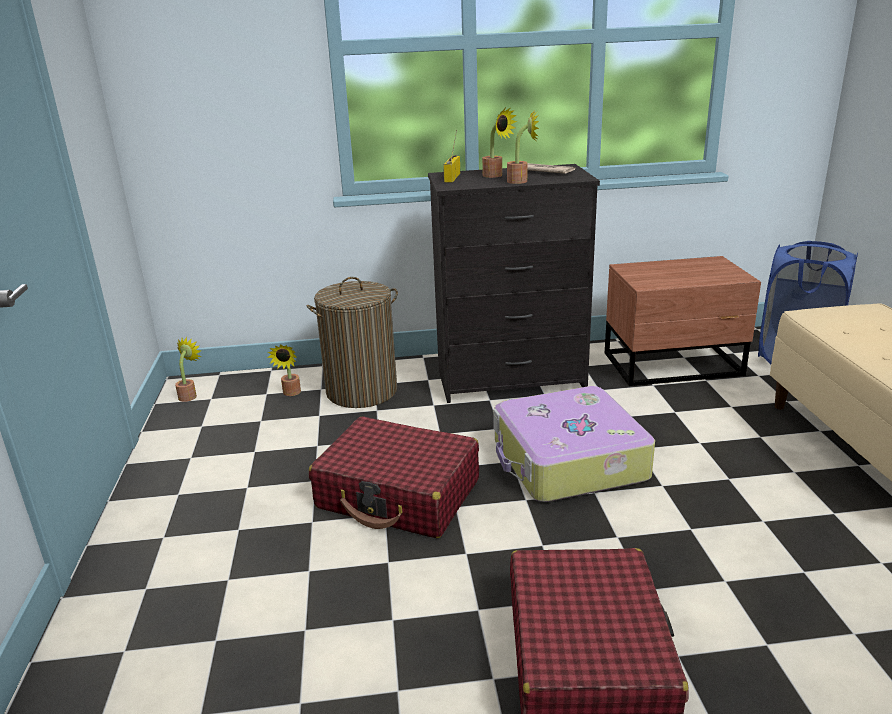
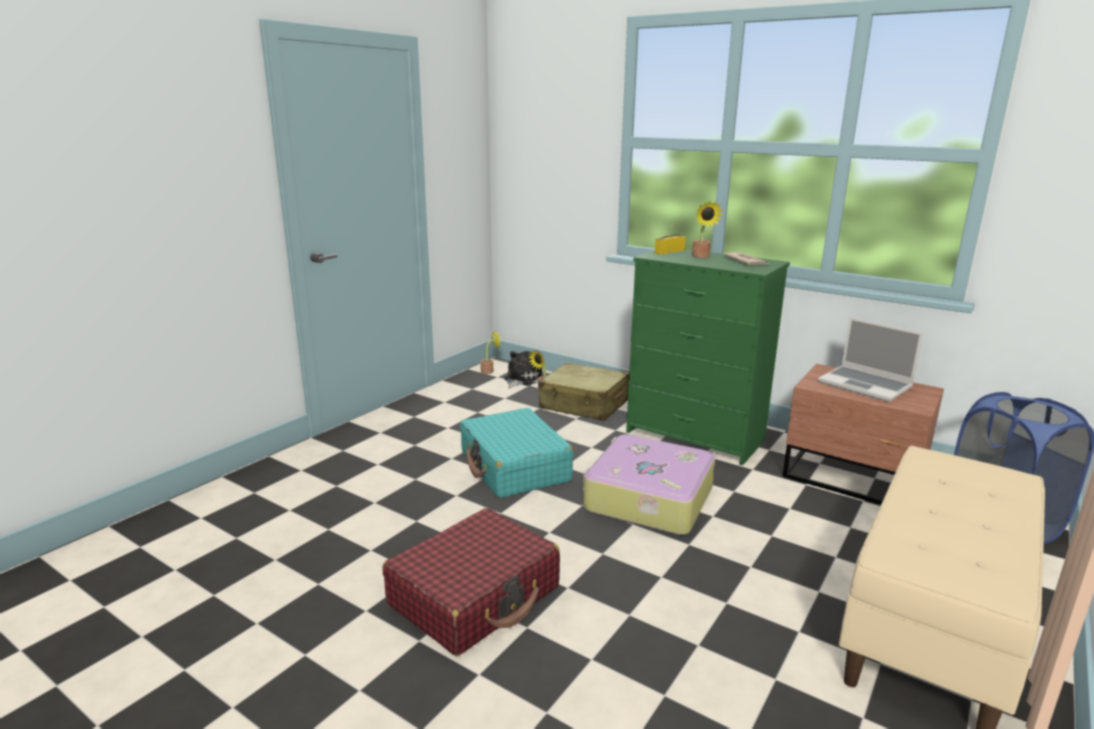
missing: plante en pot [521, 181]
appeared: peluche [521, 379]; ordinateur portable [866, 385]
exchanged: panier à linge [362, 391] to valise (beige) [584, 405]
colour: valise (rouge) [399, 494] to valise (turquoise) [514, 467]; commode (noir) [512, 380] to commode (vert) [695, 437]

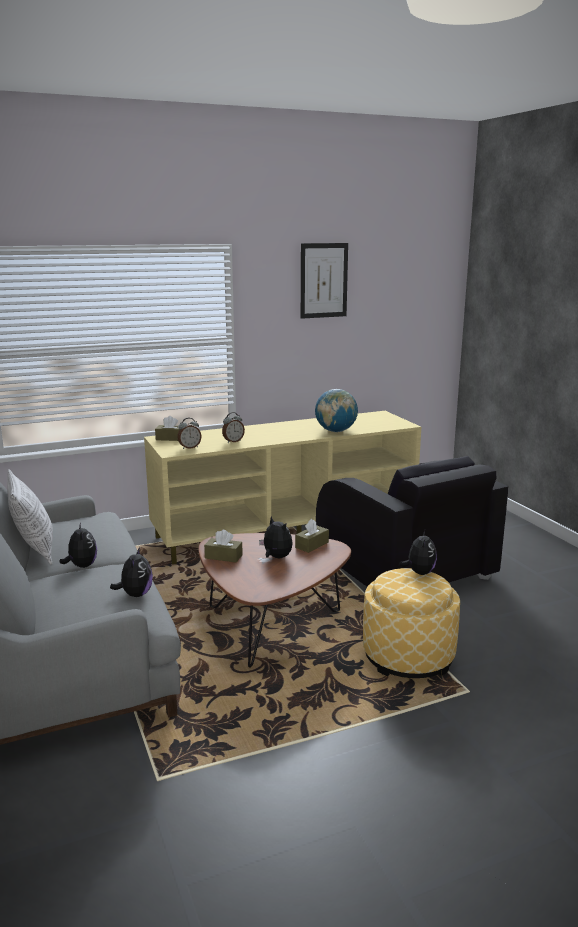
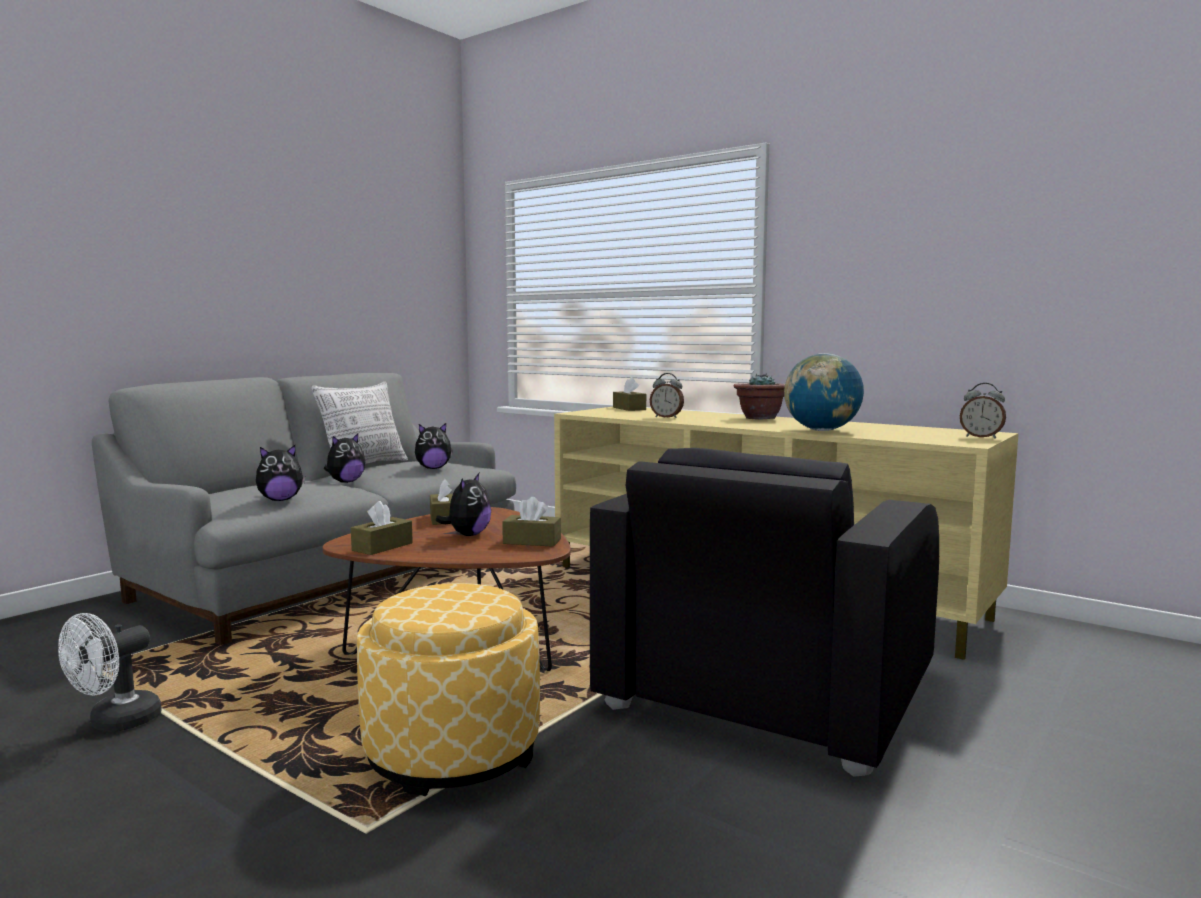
missing: tableau [323, 280]
appeared: ventilateur (blanc) [115, 723]; boîte à mouchoirs (marron) [382, 547]; plante en pot [760, 418]
relocated: peluche [419, 572] to [433, 468]; réveil [189, 447] to [981, 437]

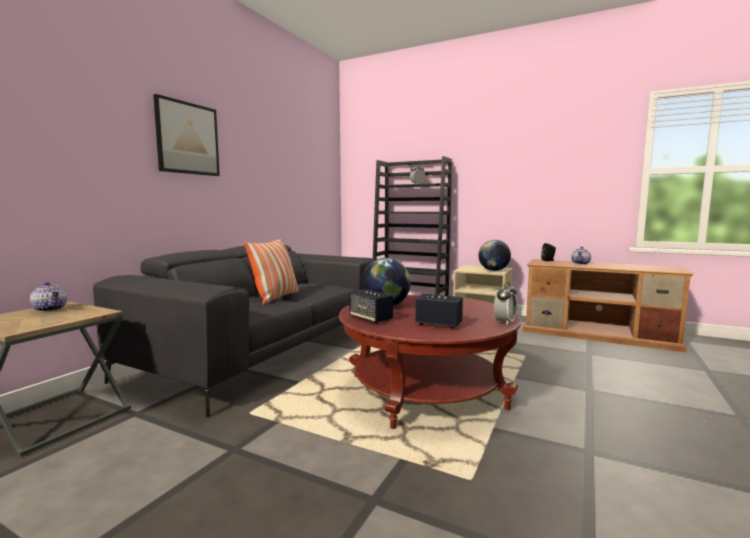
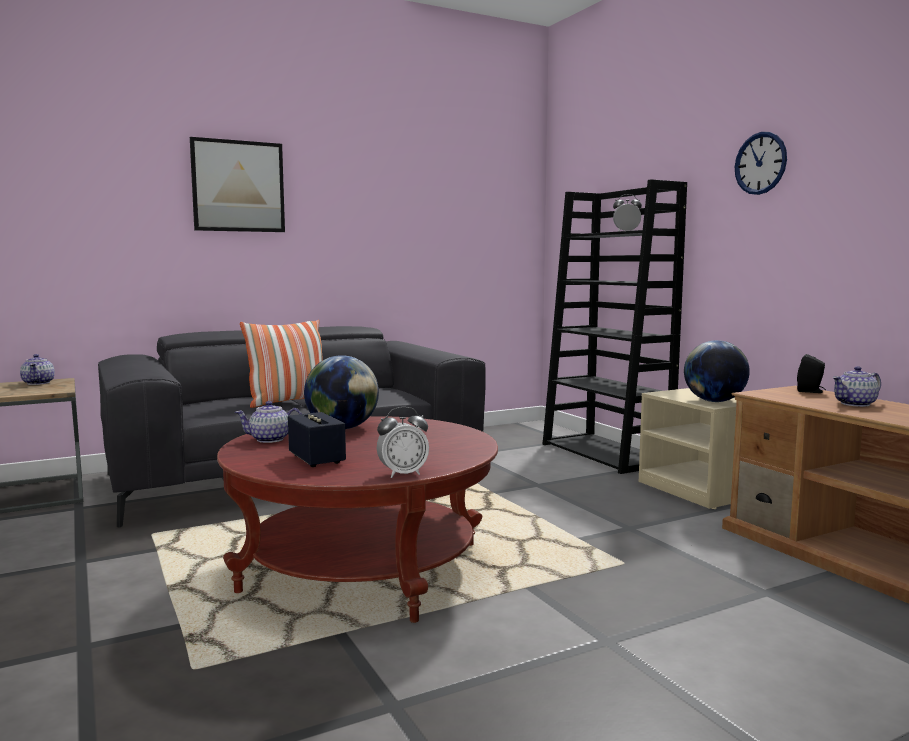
appeared: horloge murale [760, 163]
exchanged: enceinte [370, 319] to théière [270, 439]

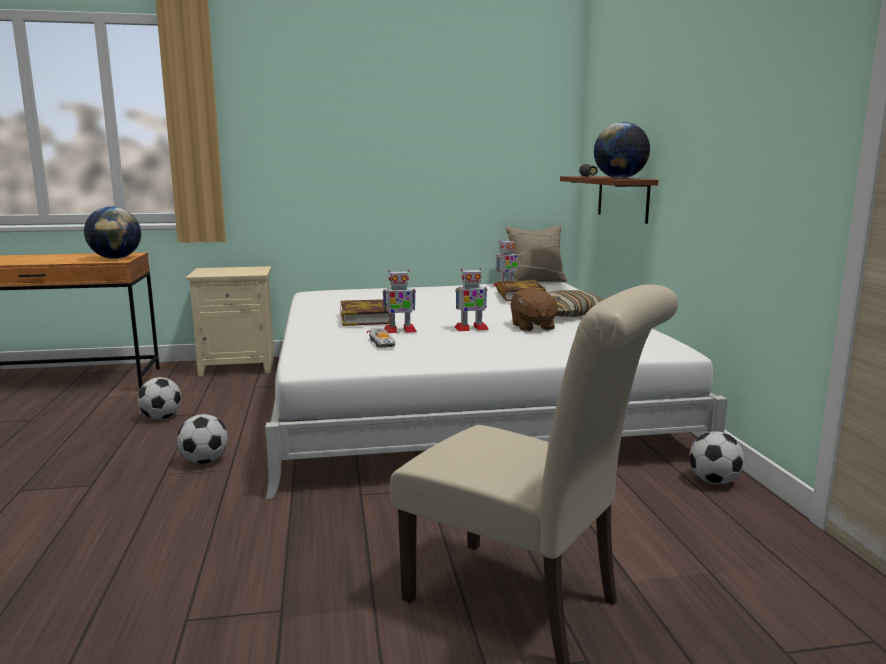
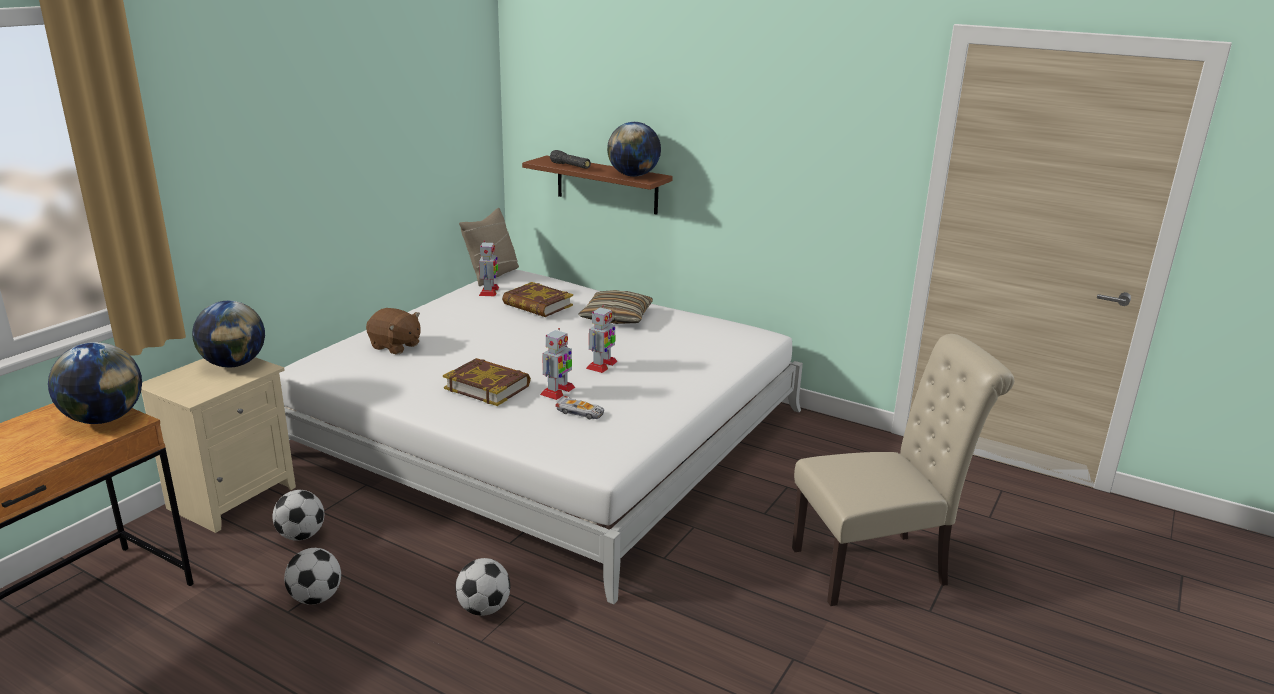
appeared: globe [234, 364]
relocated: ballon de foot [713, 481] to [301, 535]; peluche (marron) [532, 327] to [395, 346]

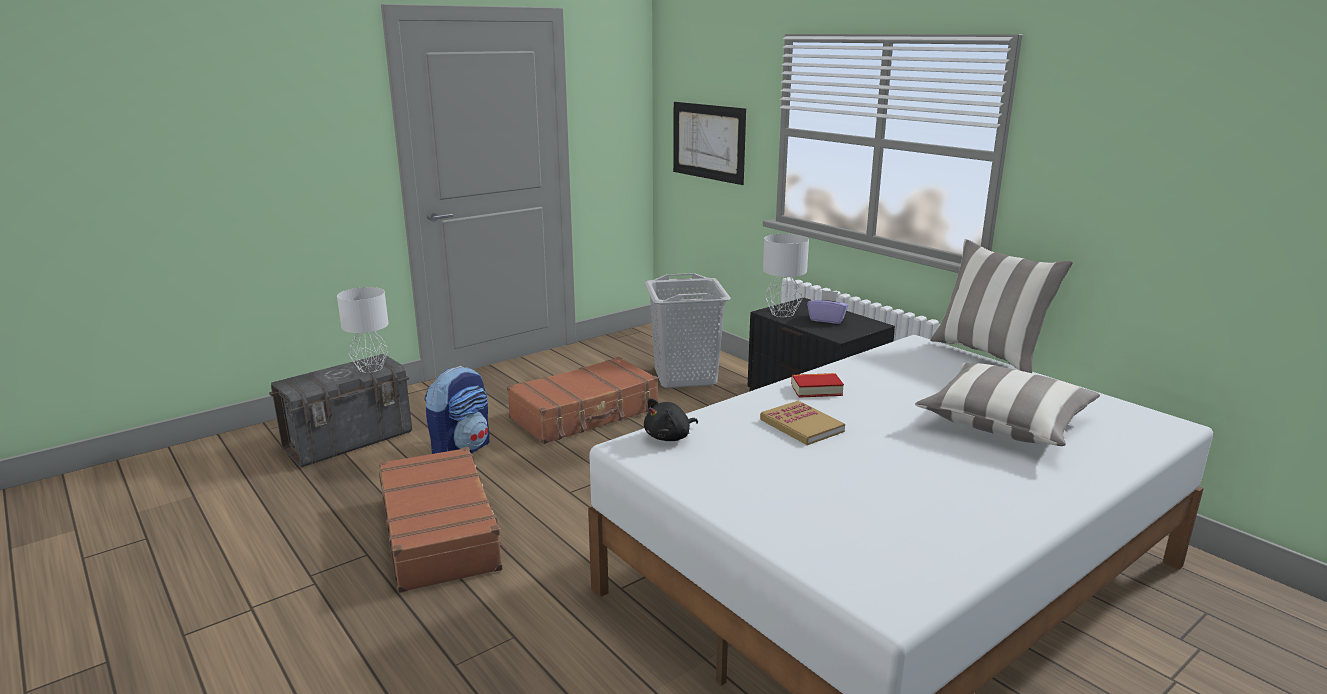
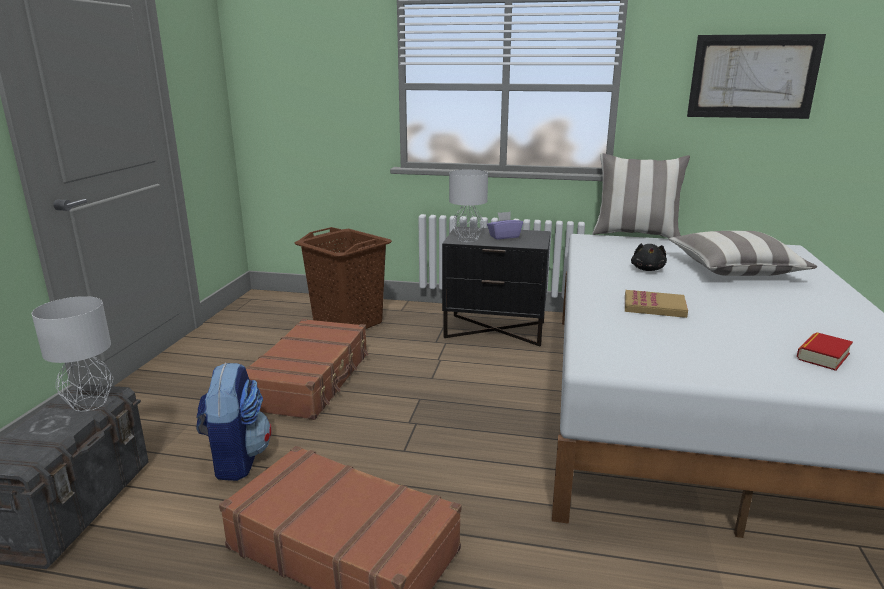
relocated: peluche (noir) [669, 437] to [647, 269]; tableau [708, 142] to [753, 77]; livre [816, 390] to [823, 356]
colour: panier à linge (gris) [685, 376] to panier à linge (marron) [348, 323]

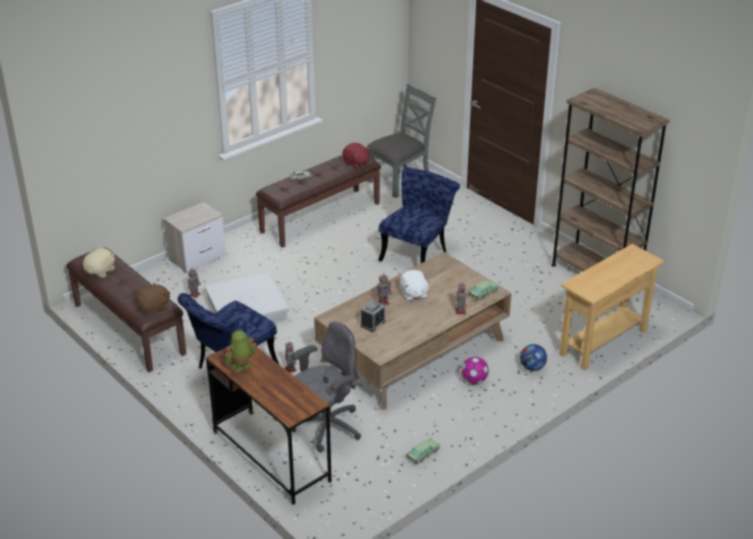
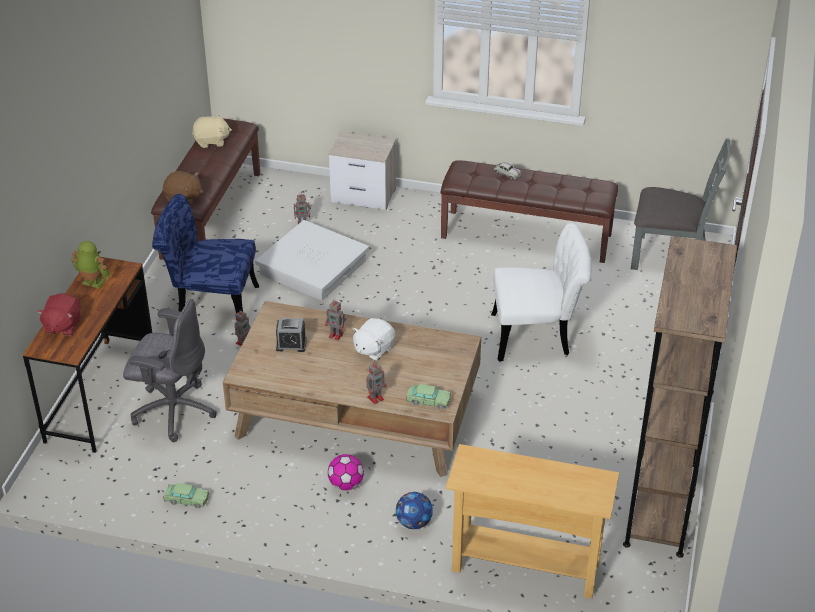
relocated: peluche (rouge) [356, 163] to [62, 326]
colour: chaise (bleu) [417, 254] to chaise (blanc) [538, 336]

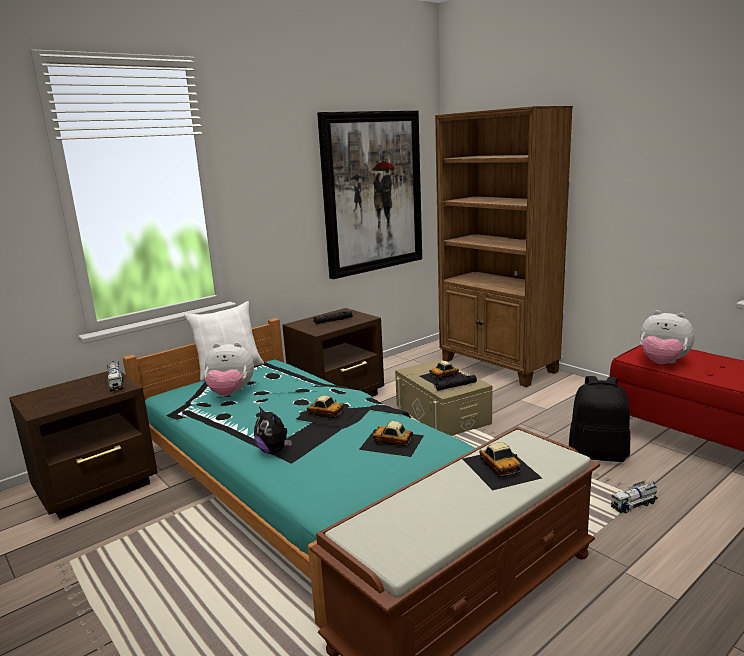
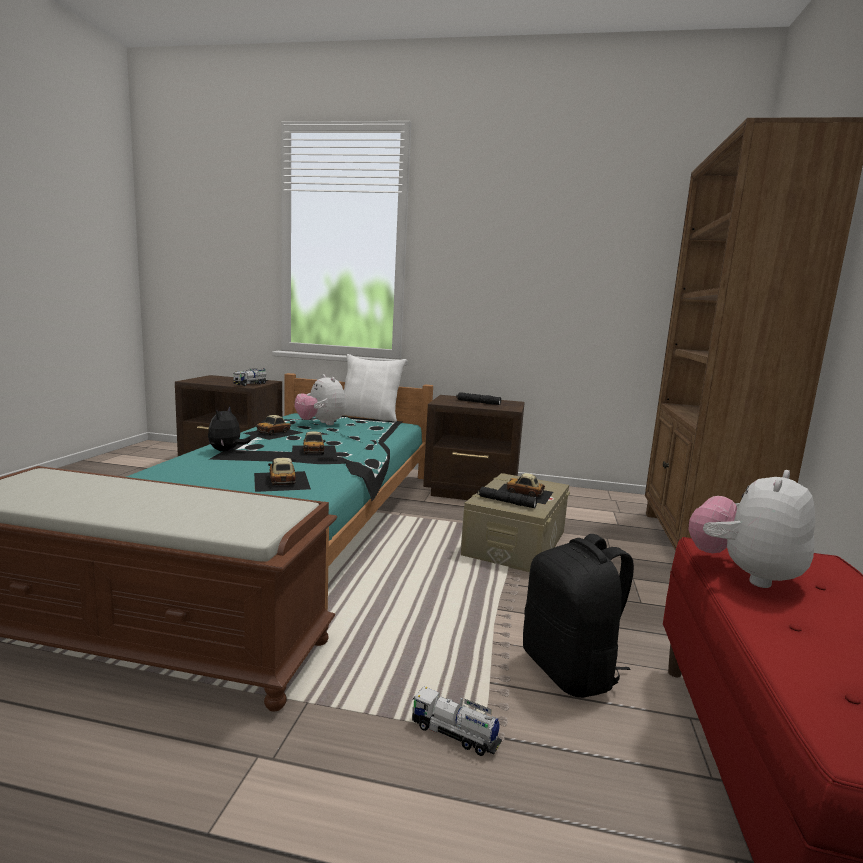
missing: tableau [372, 192]
relocated: petite voiture [500, 467] to [274, 432]
spun: peluche [662, 363] = [745, 574] 45 degrees clockwise

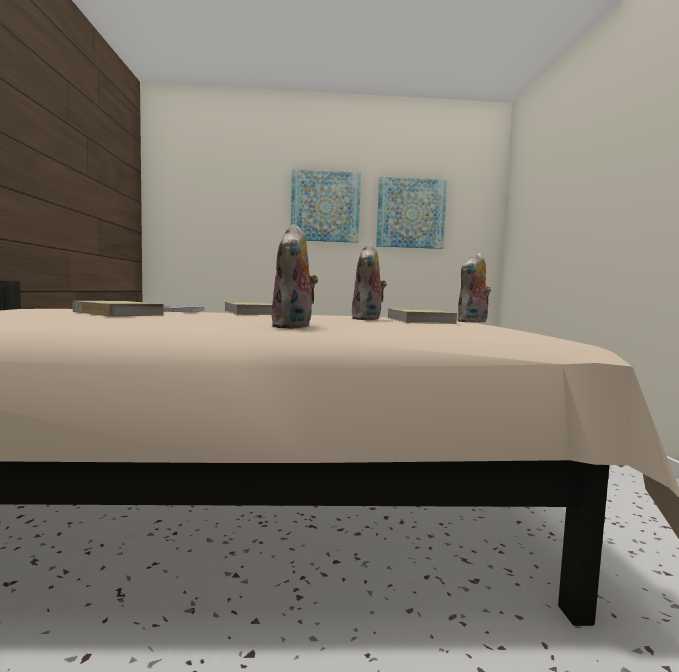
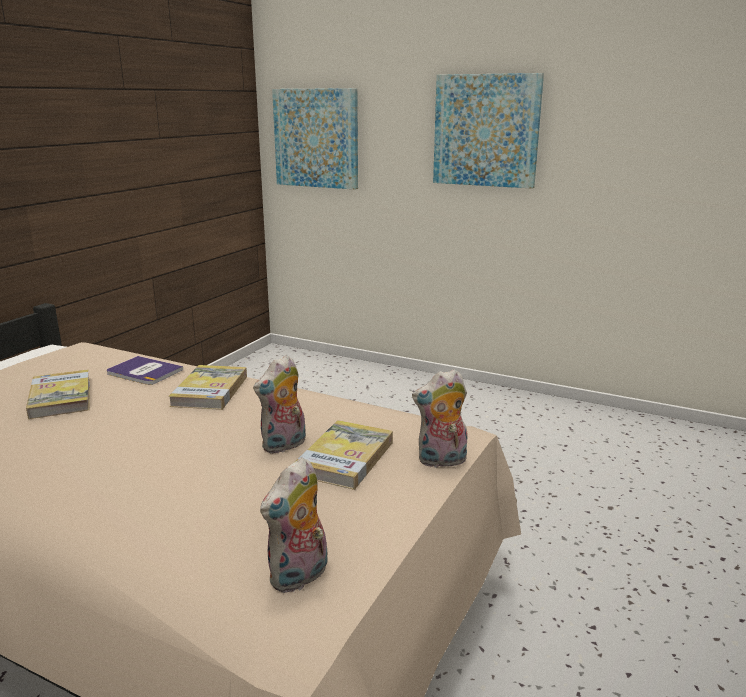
relocated: peluche [294, 327] to [300, 577]; tableau [410, 213] to [316, 138]

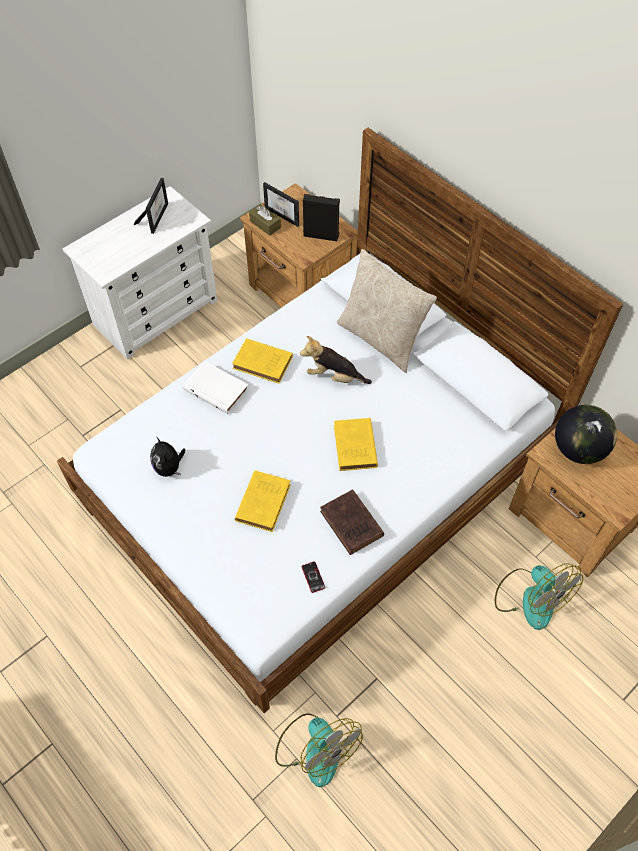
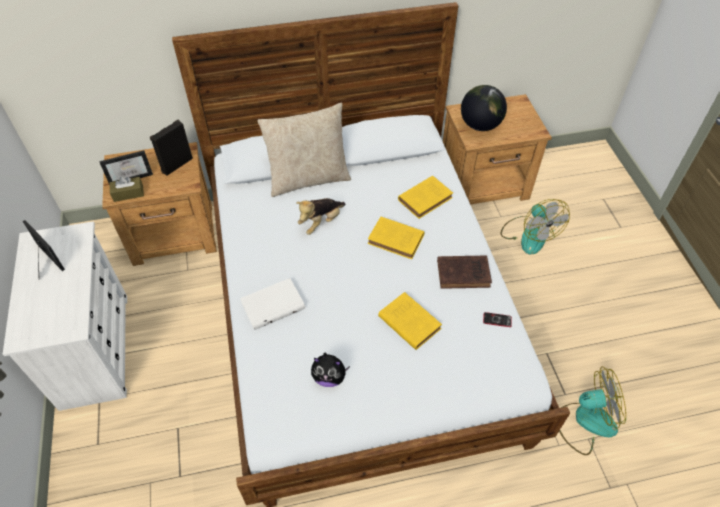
relocated: livre (jaune) [264, 363] to [426, 198]
spun: ventilateur [530, 598] = [529, 234] 75 degrees clockwise

